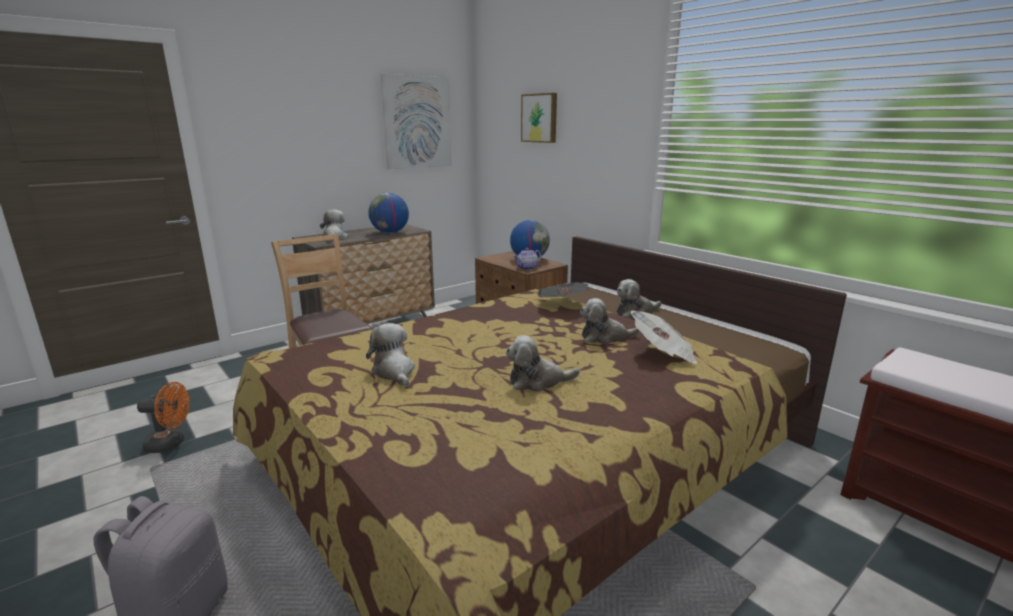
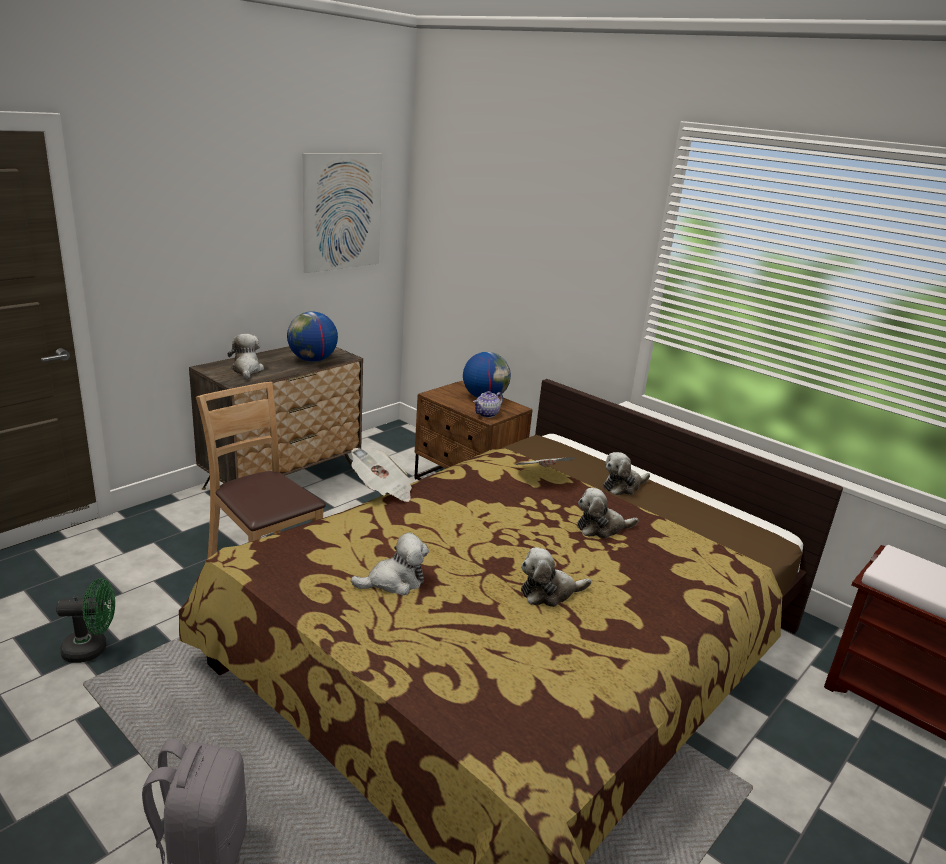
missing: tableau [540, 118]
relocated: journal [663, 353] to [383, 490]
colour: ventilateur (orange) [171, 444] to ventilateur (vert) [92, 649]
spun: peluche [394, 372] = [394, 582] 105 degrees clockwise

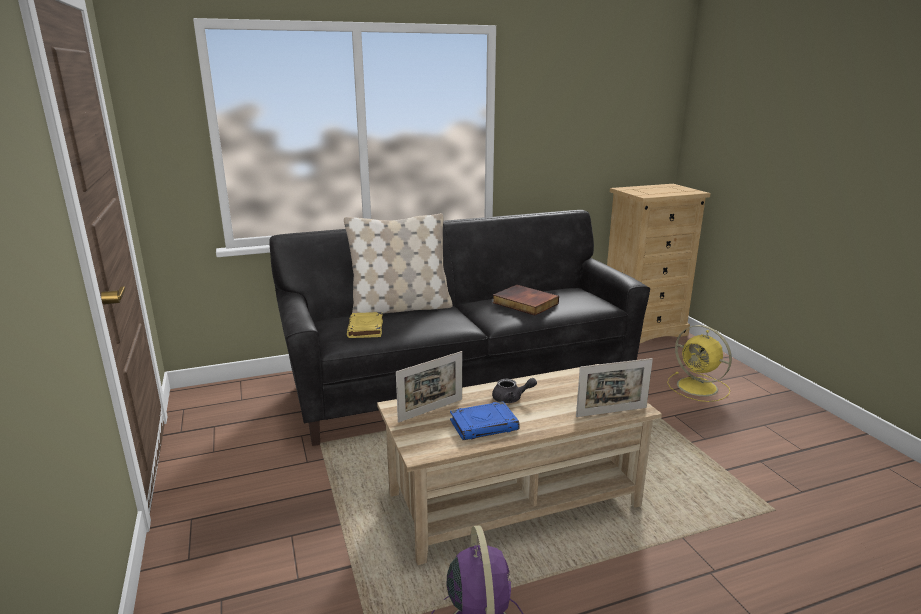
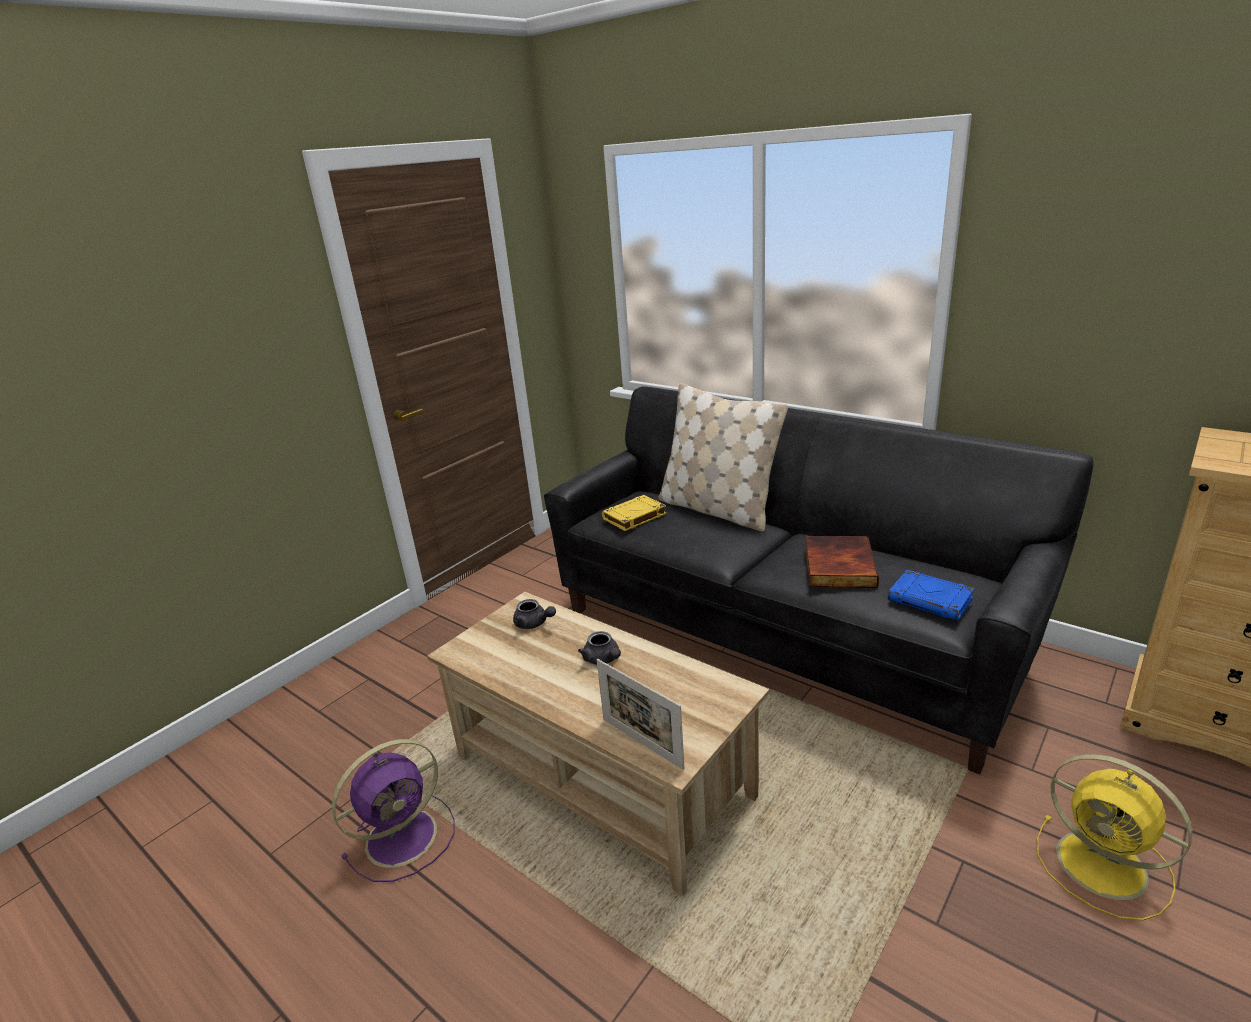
relocated: livre (bleu) [484, 425] to [931, 600]
exchanged: cadre photo [431, 410] to théière (gris) [534, 624]
spun: ventilateur (jaune) [699, 387] = [1105, 867] 60 degrees counterclockwise

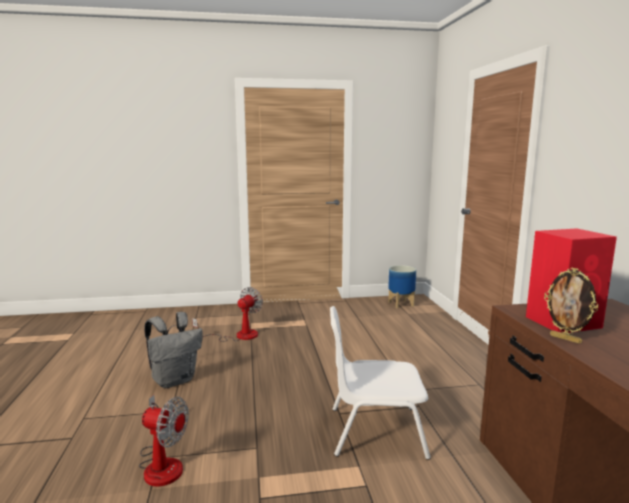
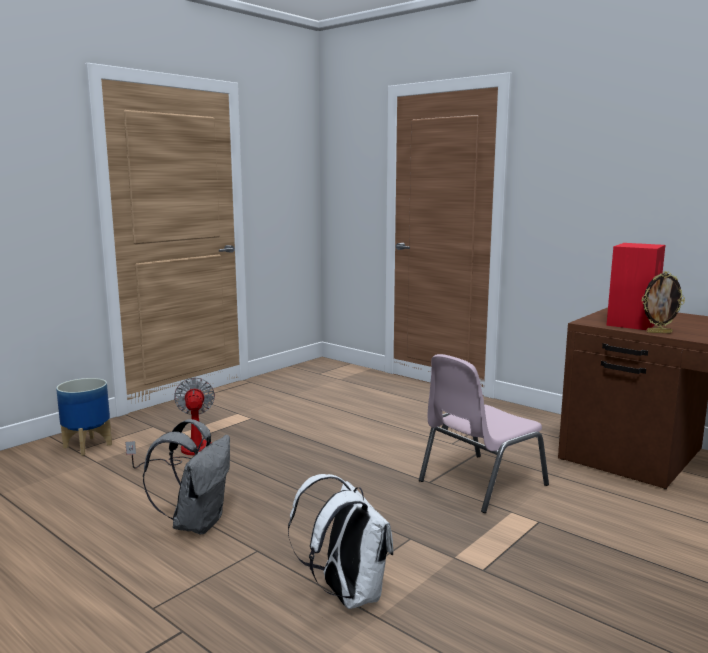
relocated: cache-pot [401, 304] to [88, 446]
exchanged: ventilateur [162, 463] to sac à dos (blanc) [346, 594]
colour: chaise (blanc) [374, 431] to chaise (rose) [480, 483]

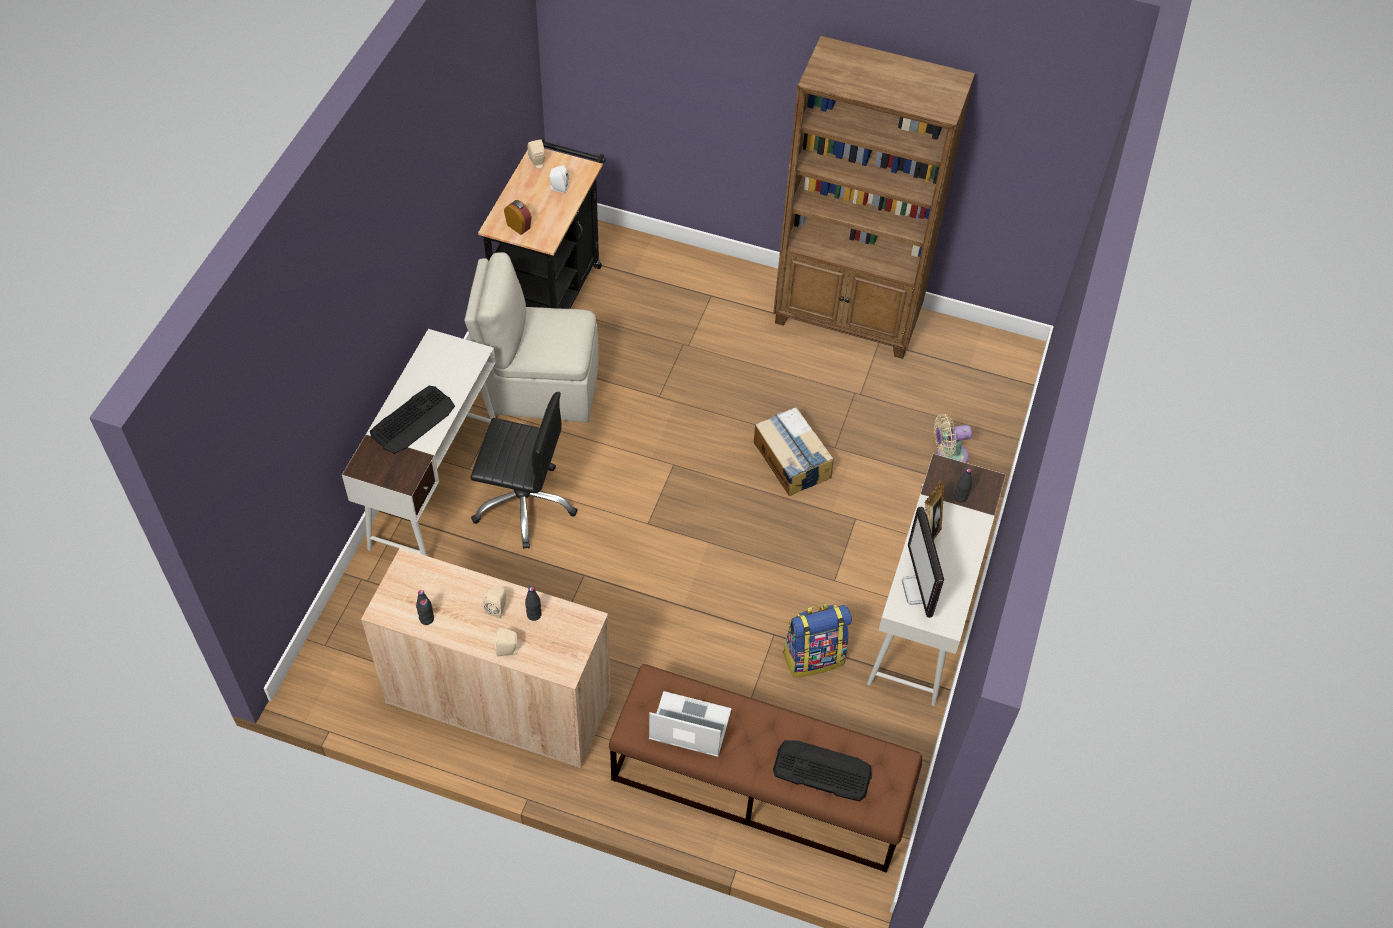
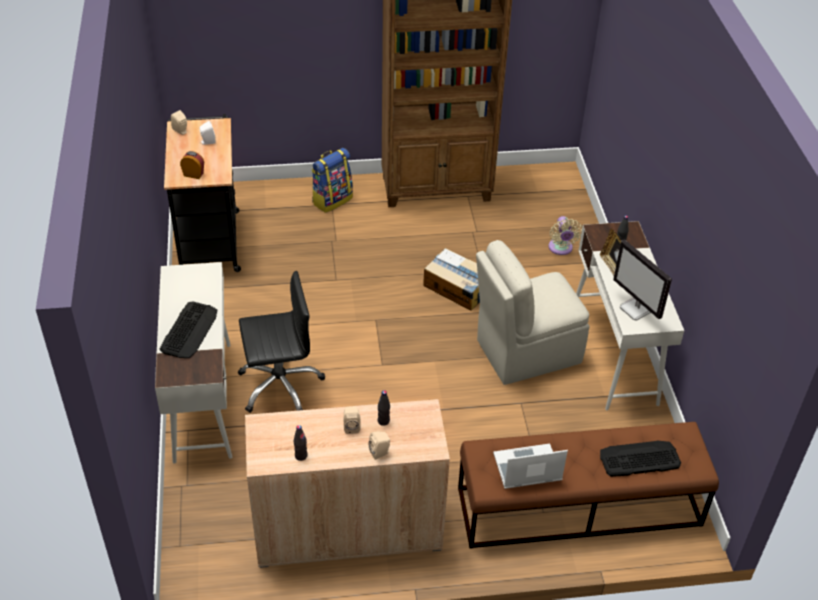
relocated: sac à dos [813, 656] to [332, 200]; chaise (beige) [540, 387] to [525, 352]
spun: ventilateur (beige) [948, 456] = [561, 249] 60 degrees counterclockwise

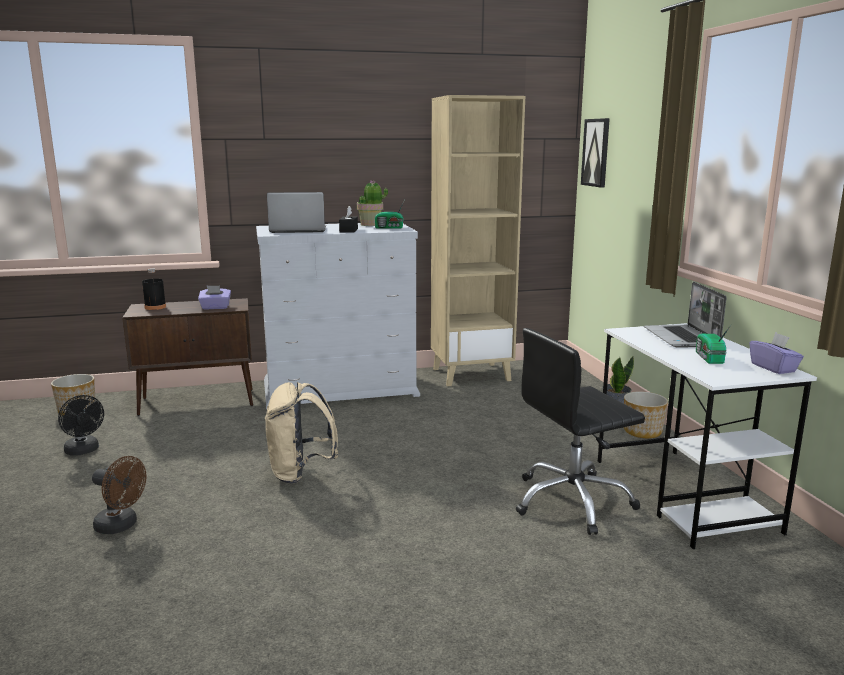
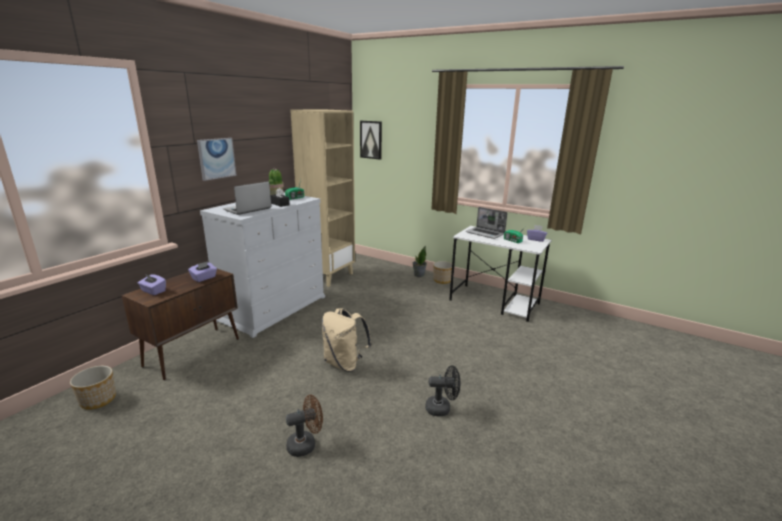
missing: chaise de bureau (noir) [572, 501]
appeared: tableau [216, 158]
relocated: ventilateur (noir) [84, 451] to [442, 408]
exchanged: bouteille (noir) [155, 307] to boîte à mouchoirs (violet) [153, 291]

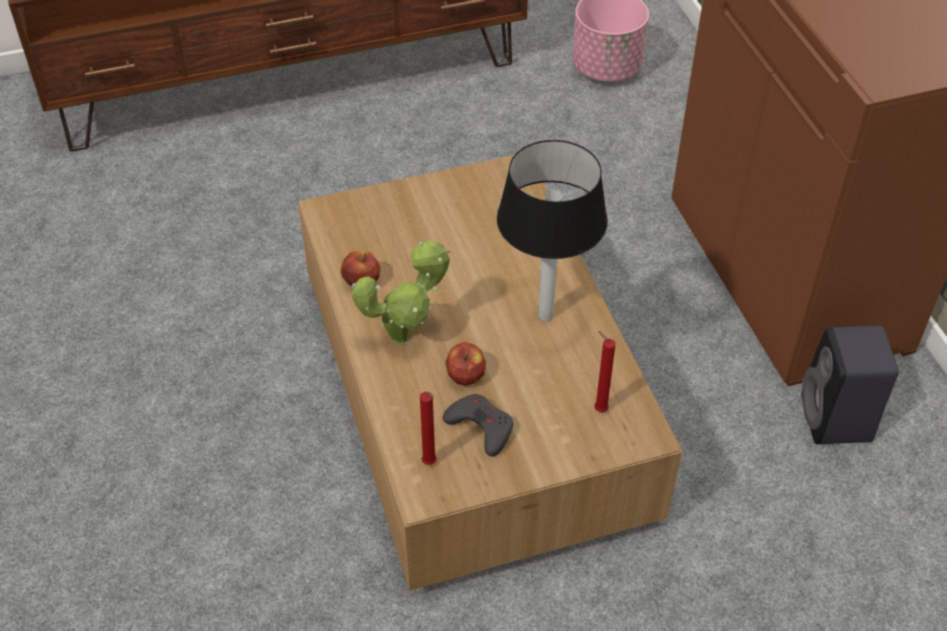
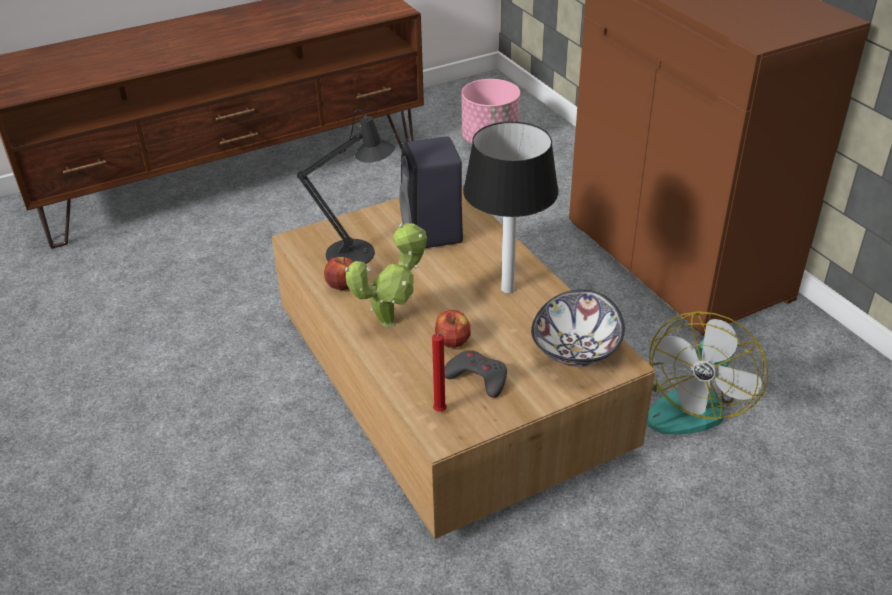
appeared: lampe de table (noir) [358, 253]; ventilateur [691, 402]
relocated: enceinte (noir) [837, 420] to [433, 233]
exchanged: bougie (rouge) [598, 409] to bol [574, 350]

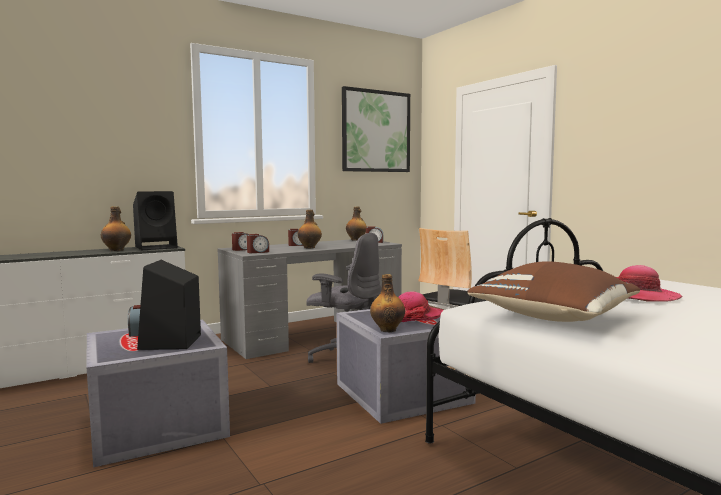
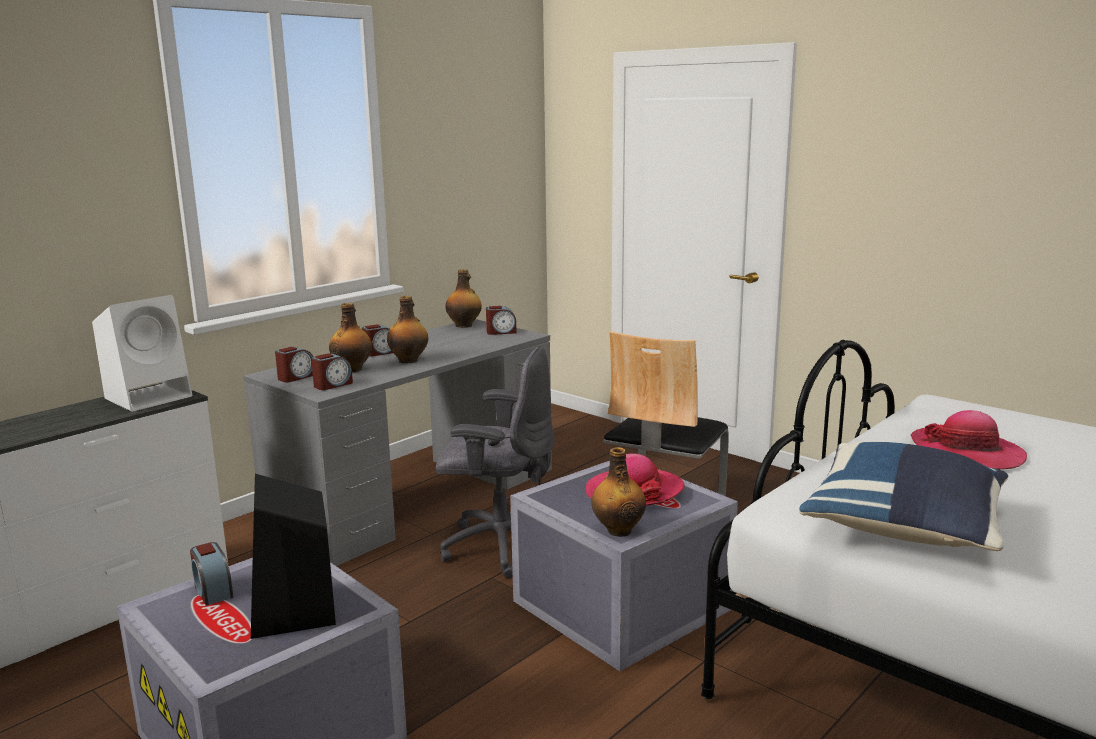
missing: tableau [376, 131]
relocated: bouteille [117, 250] to [353, 369]
colour: enceinte (noir) [157, 247] to enceinte (blanc) [150, 397]; coussin (marron) [554, 318] to coussin (bleu) [905, 528]

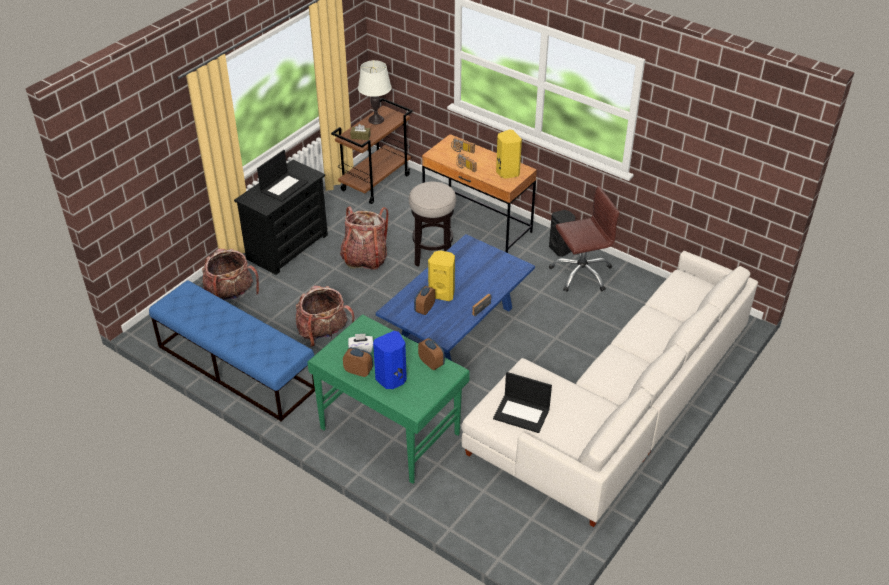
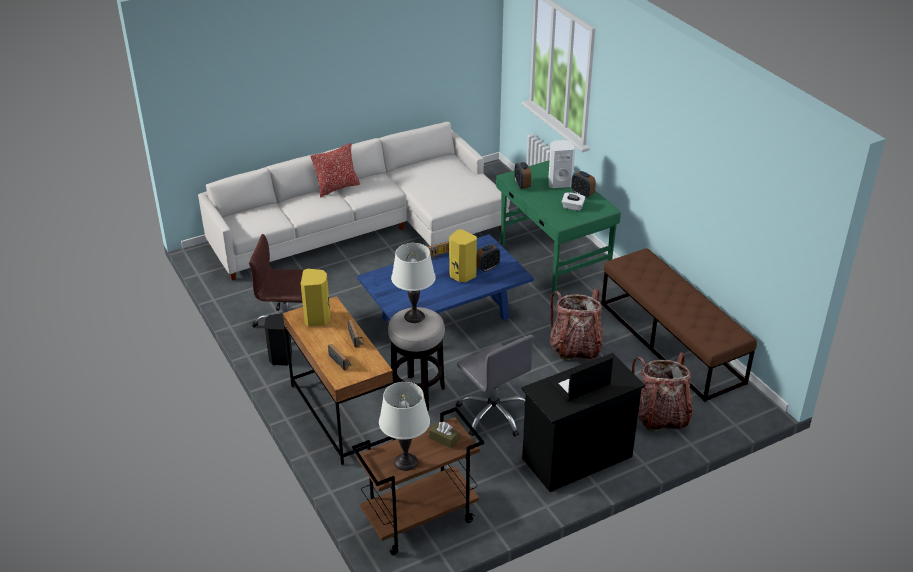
missing: ordinateur portable [522, 413]
appeared: coussin [337, 188]; lampe de table (blanc) [414, 316]
exchanged: sac à dos [365, 258] to chaise de bureau (gris) [494, 414]
colour: enceinte (bleu) [392, 380] to enceinte (blanc) [559, 183]; banc (bleu) [236, 367] to banc (marron) [671, 342]

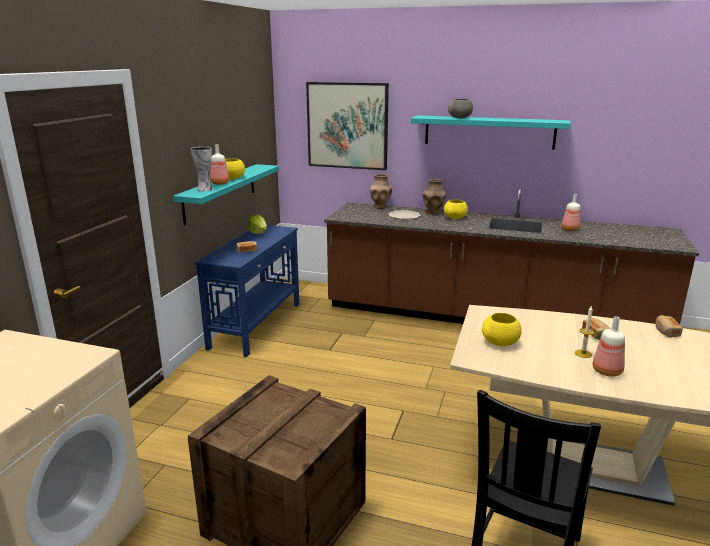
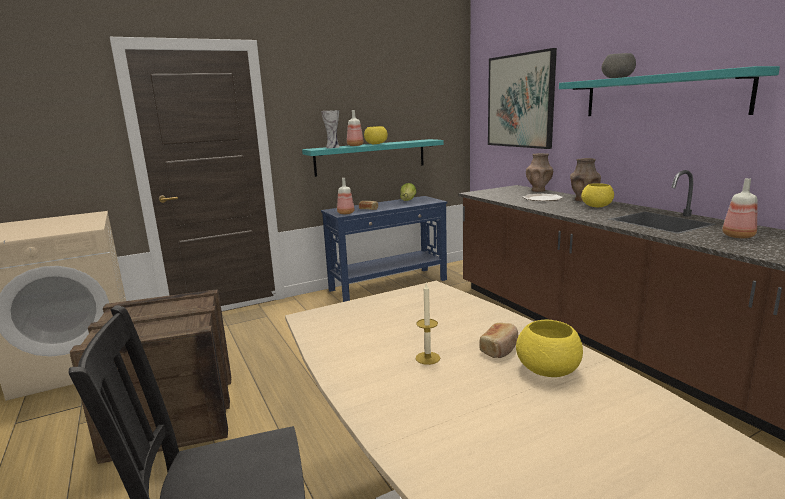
missing: pain [666, 332]
relocated: bouteille [607, 371] to [346, 213]; bol (jaune) [501, 342] to [548, 370]

